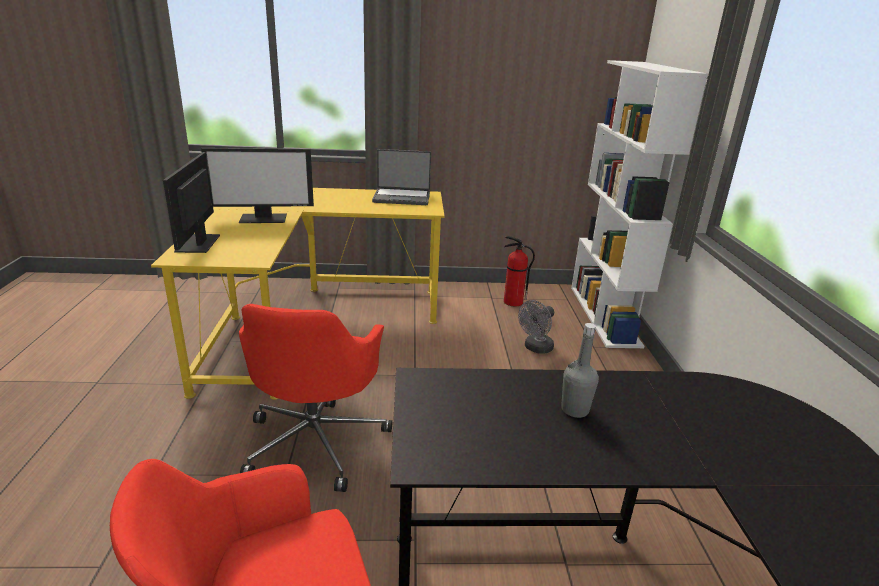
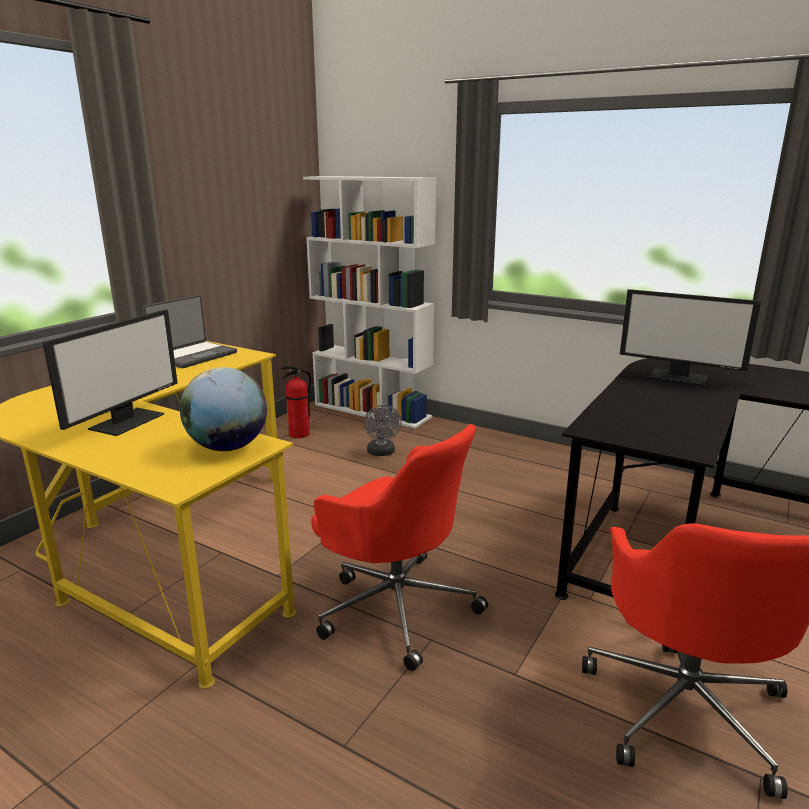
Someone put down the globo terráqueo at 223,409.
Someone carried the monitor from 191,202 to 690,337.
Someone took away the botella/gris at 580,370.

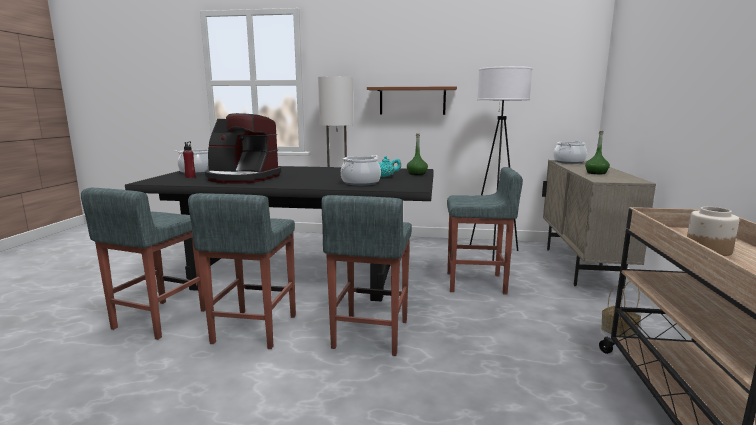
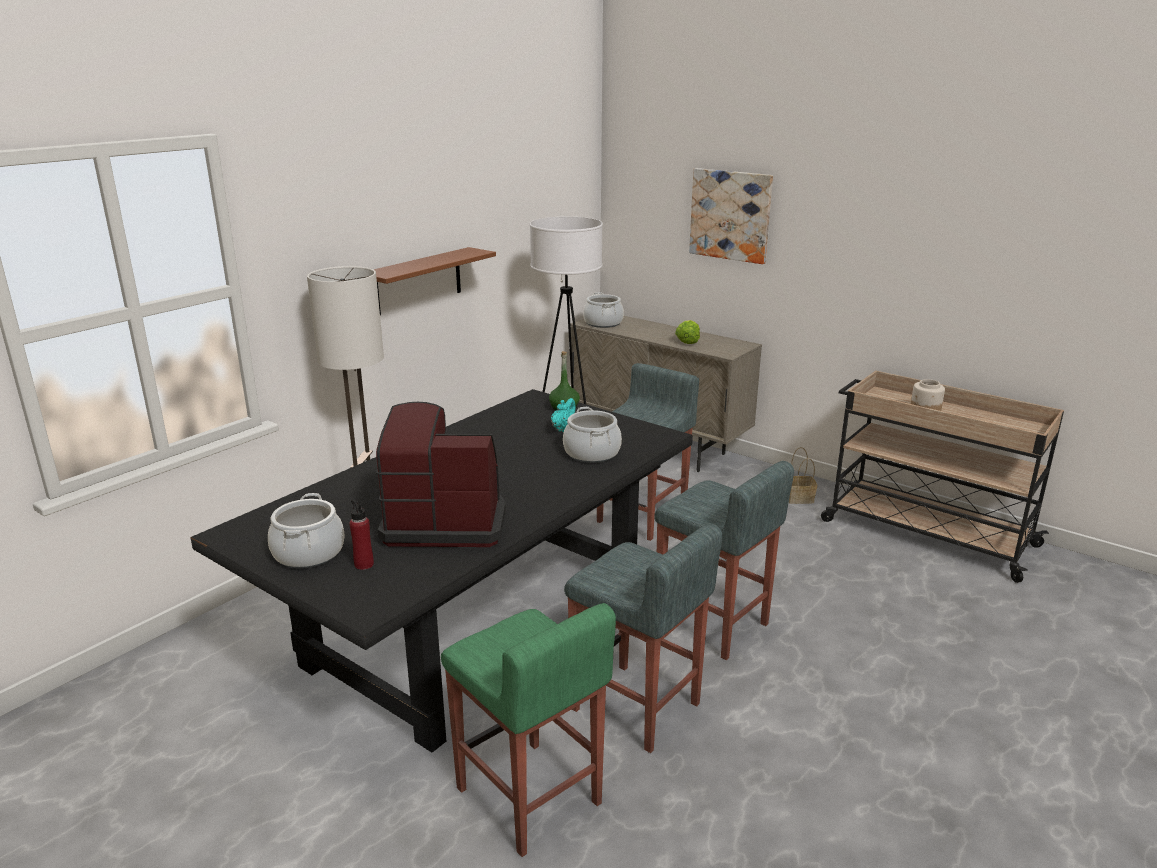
Someone rotated the cafetera at 243,148 by 135 degrees counterclockwise.
Someone repainted the taburete/gris at 143,264, which became the taburete/verde at 528,730.
Someone swapped the botella/verde at 597,152 for the lechuga at 687,332.
Someone put up the cuadro at 731,216.

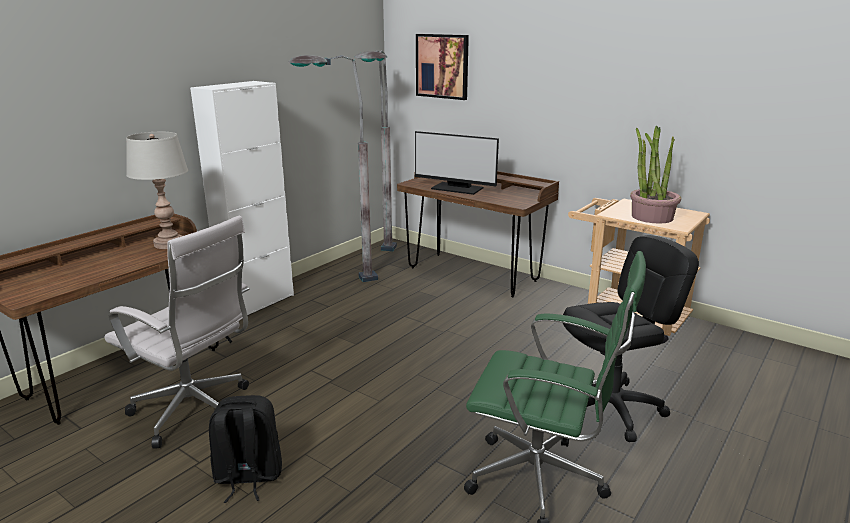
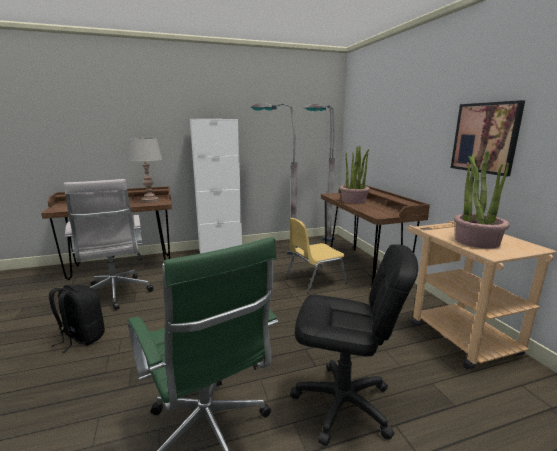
Someone put down the silla/amarillo at 316,256.
Someone swapped the monitor at 457,163 for the planta en maceta at 355,175.
Someone carried the cuadro from 442,67 to 488,138.

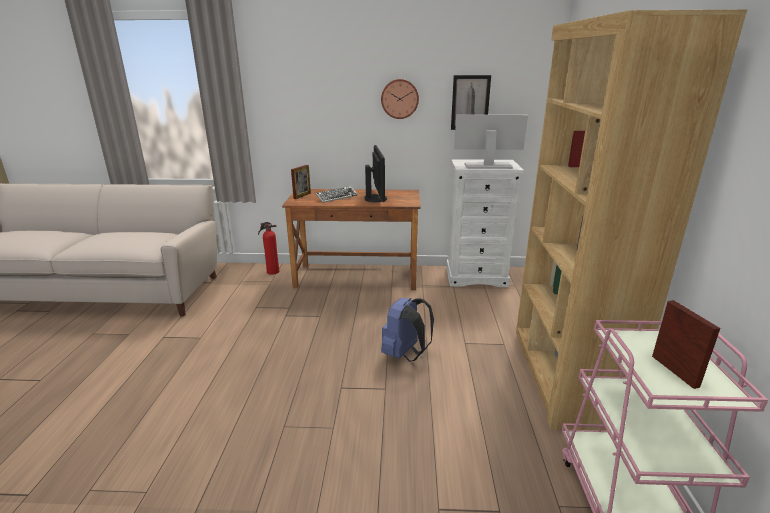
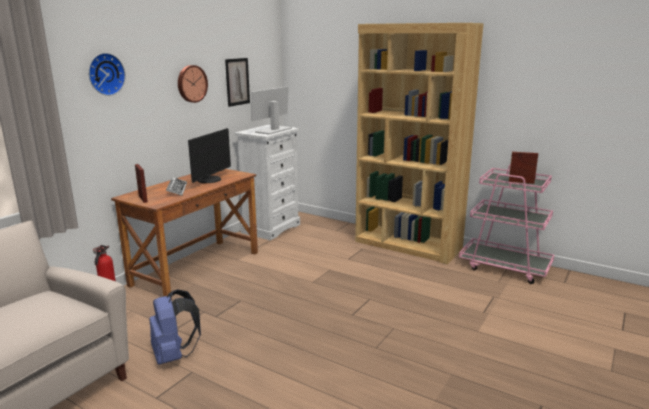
Someone put up the reloj de pared at 106,74.
Someone carried the mochila/azul from 407,330 to 175,327.
Someone rotated the monitor at 375,173 by 90 degrees clockwise.

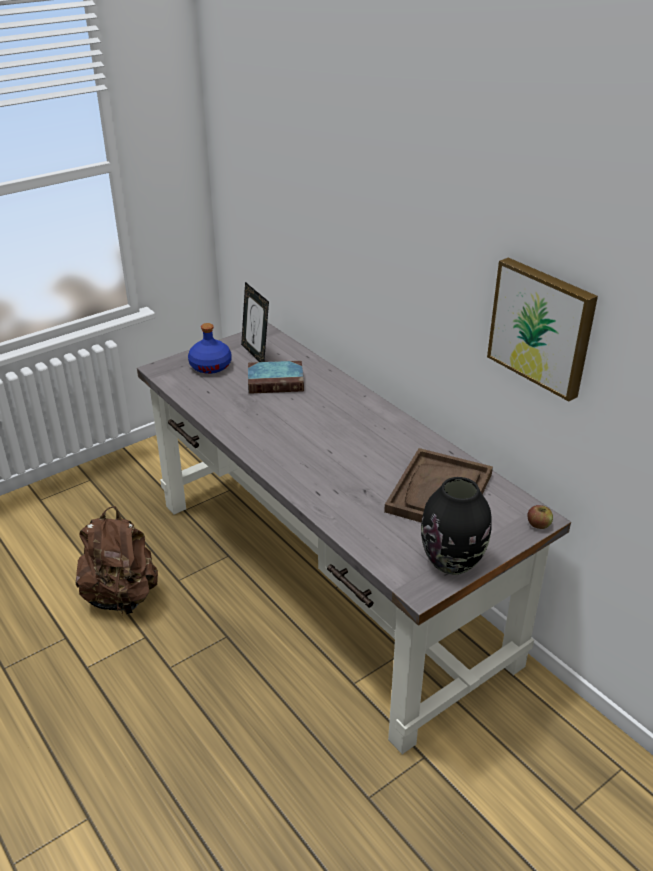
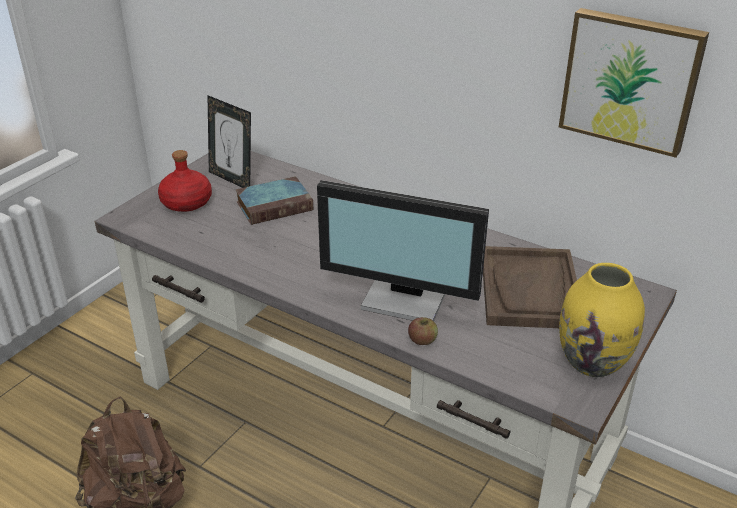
Someone repainted the botella/azul at 209,348, which became the botella/rojo at 185,181.
Someone put down the monitor at 403,250.
Someone carried the manzana from 540,517 to 423,331.
Someone repainted the florero/negro at 456,526, which became the florero/amarillo at 602,320.

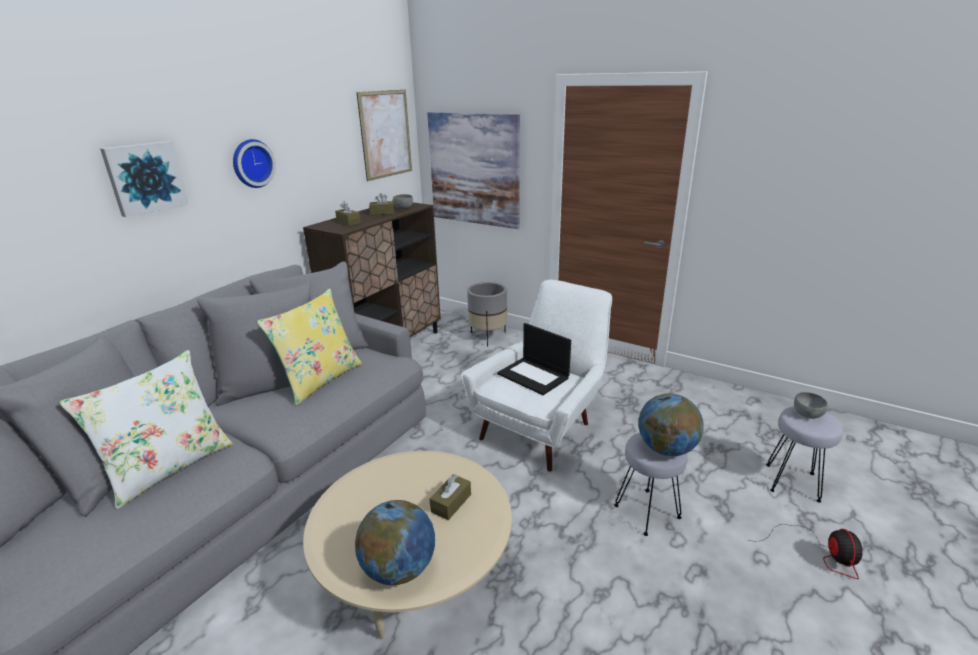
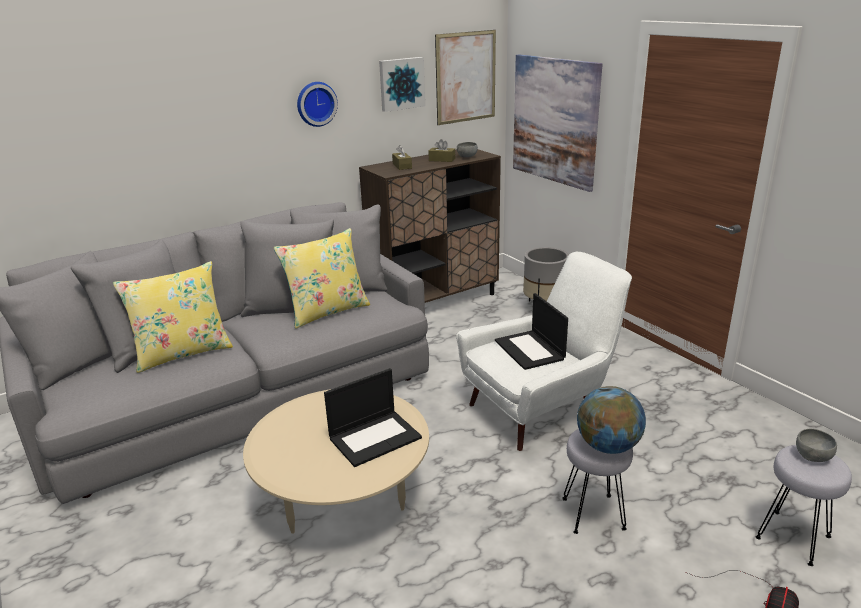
Someone repainted the cojín/blanco at 146,429, which became the cojín/amarillo at 173,317.
Someone swapped the caja de pañuelos/marrón at 450,497 for the portátil at 373,417.
Someone carried the cuadro from 144,179 to 402,84.
Someone took away the globo terráqueo at 395,542.

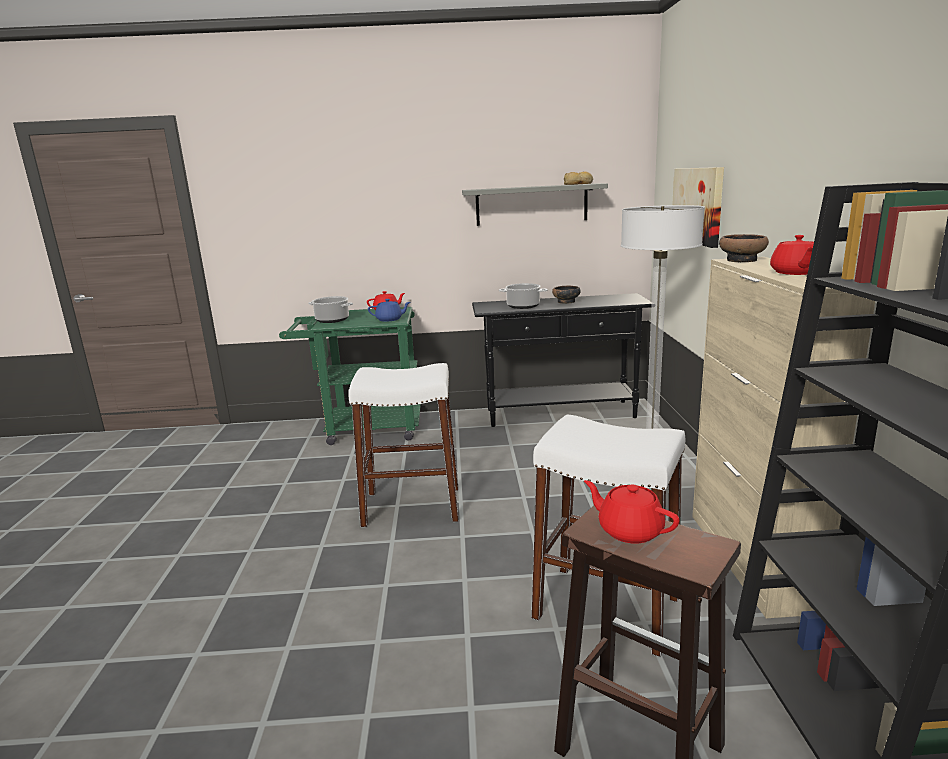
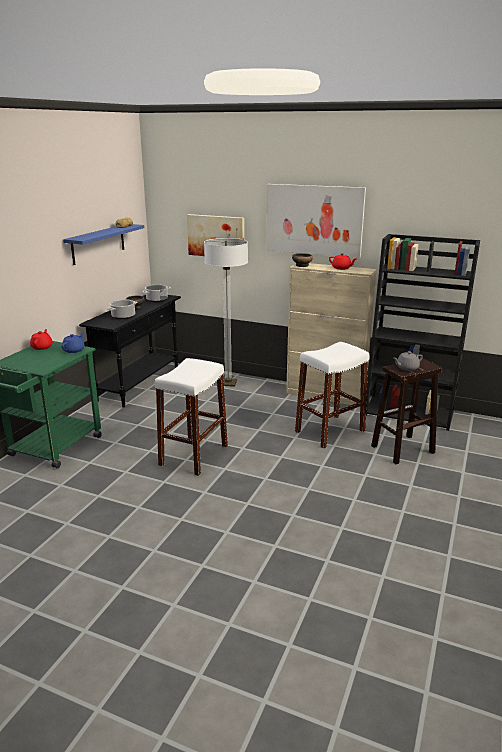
Someone repainted the estante/gris at 535,204, which became the estante/azul at 103,244.
Someone carried the olla from 330,309 to 156,293.
Someone put up the cuadro at 316,221.
Someone repainted the tetera/rojo at 632,511, which became the tetera/gris at 408,361.

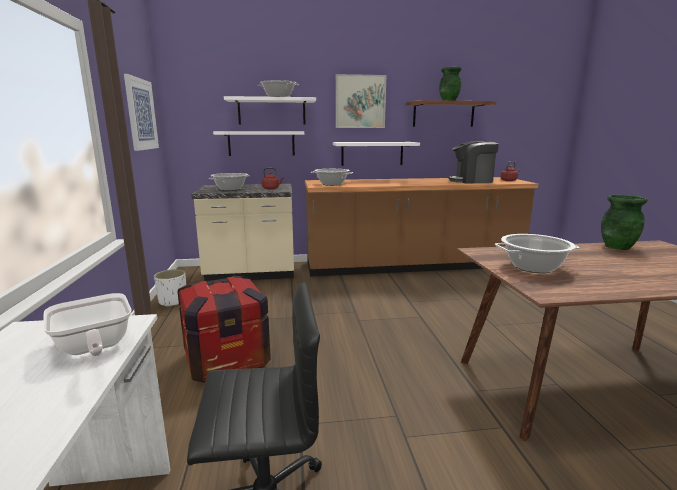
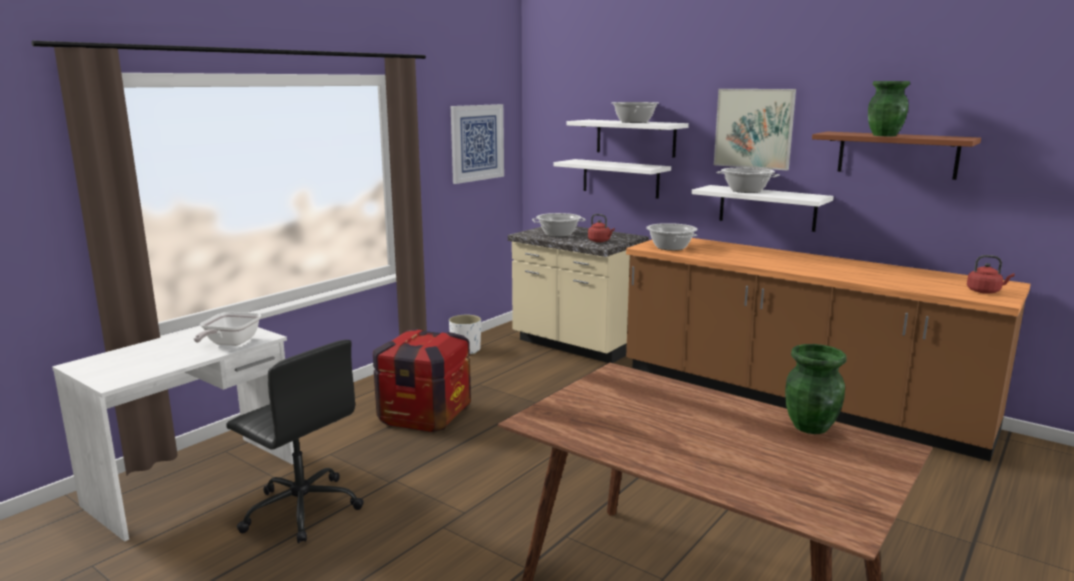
Someone carried the olla from 537,253 to 748,180.
Someone took away the cafetera at 473,162.

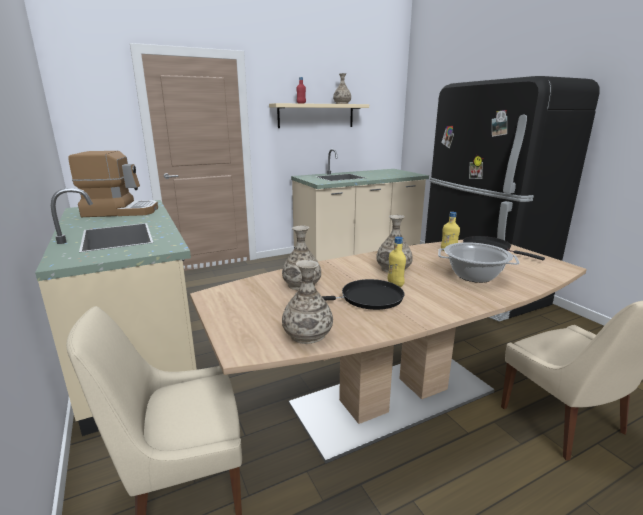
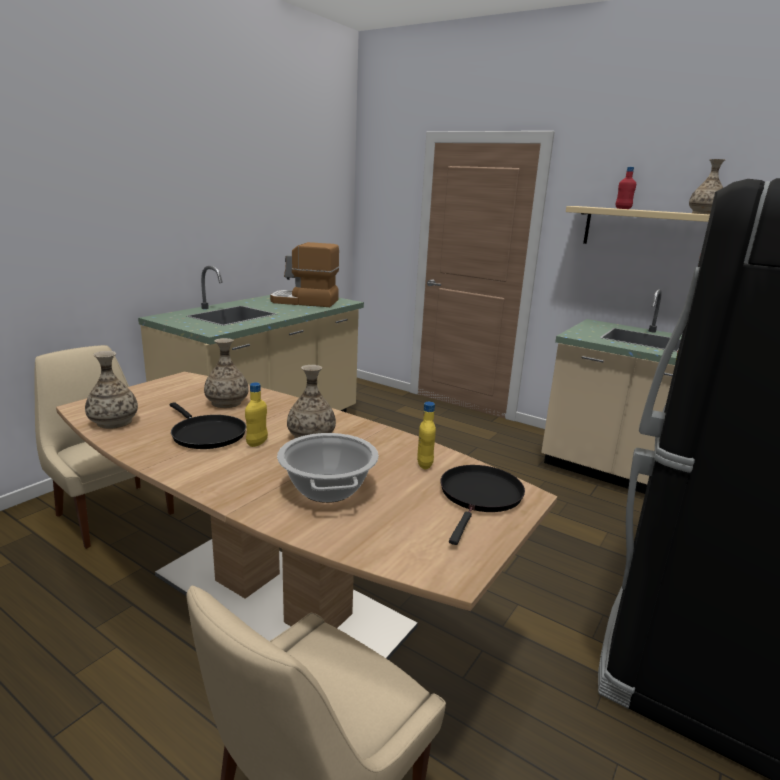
Someone rotated the cafetera at 113,184 by 135 degrees clockwise.

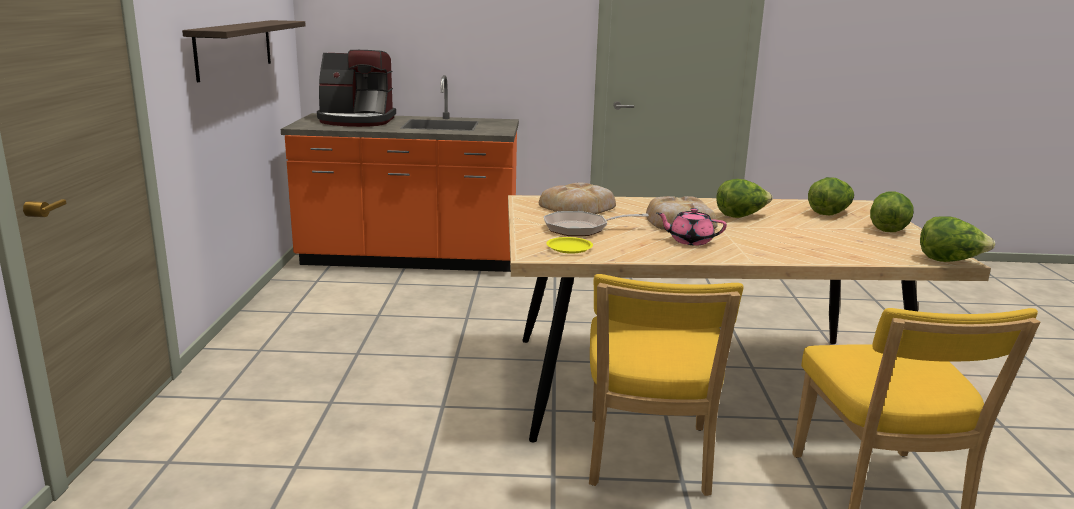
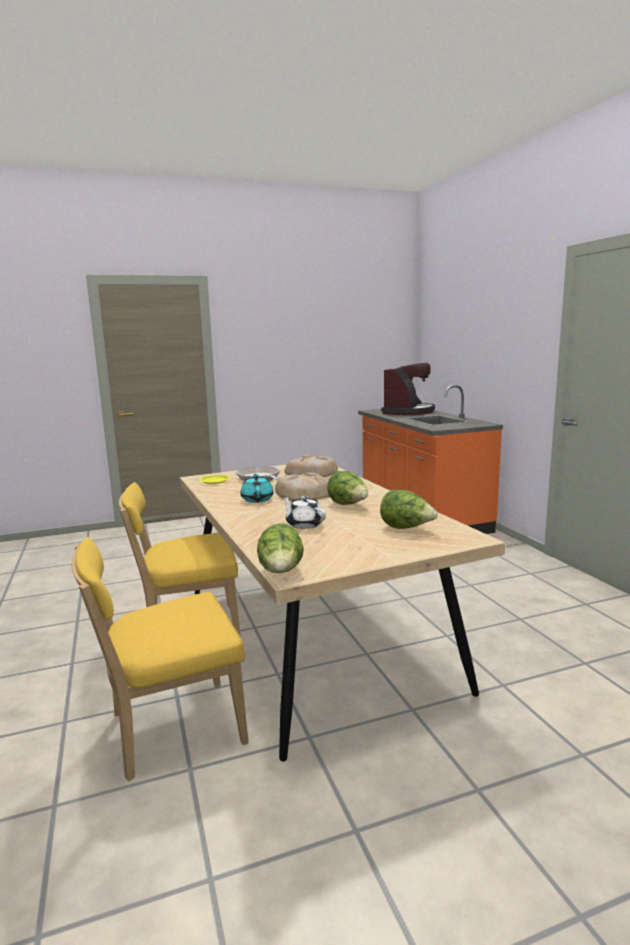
Someone repainted the tetera/rosa at 692,227, which became the tetera/turquesa at 257,488.
Someone put down the tetera/blanco at 304,512.
Someone rotated the cafetera at 356,88 by 135 degrees counterclockwise.
Someone took away the estante at 244,51.
Someone took away the lechuga at 892,211.

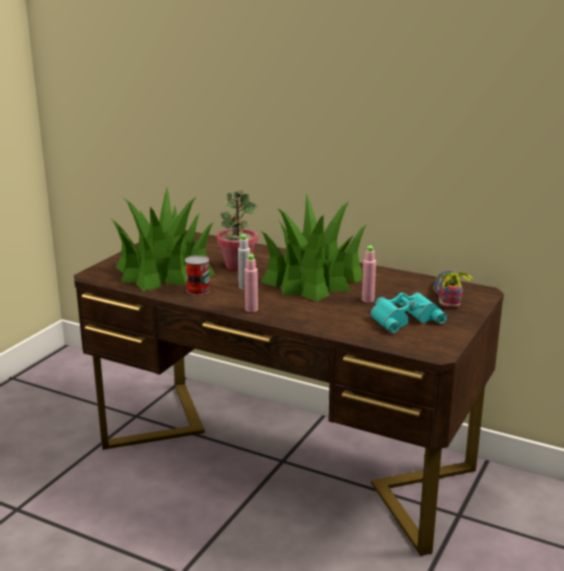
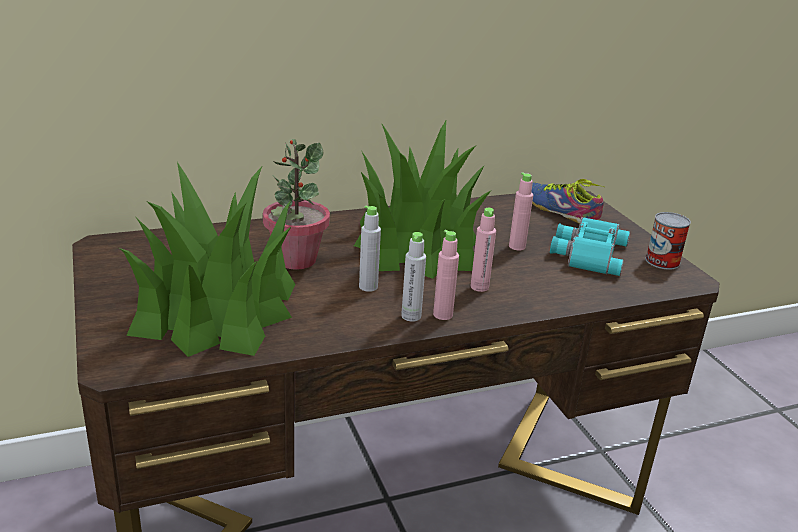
Someone put down the botella/gris at 413,277.
Someone put down the botella/rosa at 483,250.
Someone carried the lata from 197,275 to 668,241.

